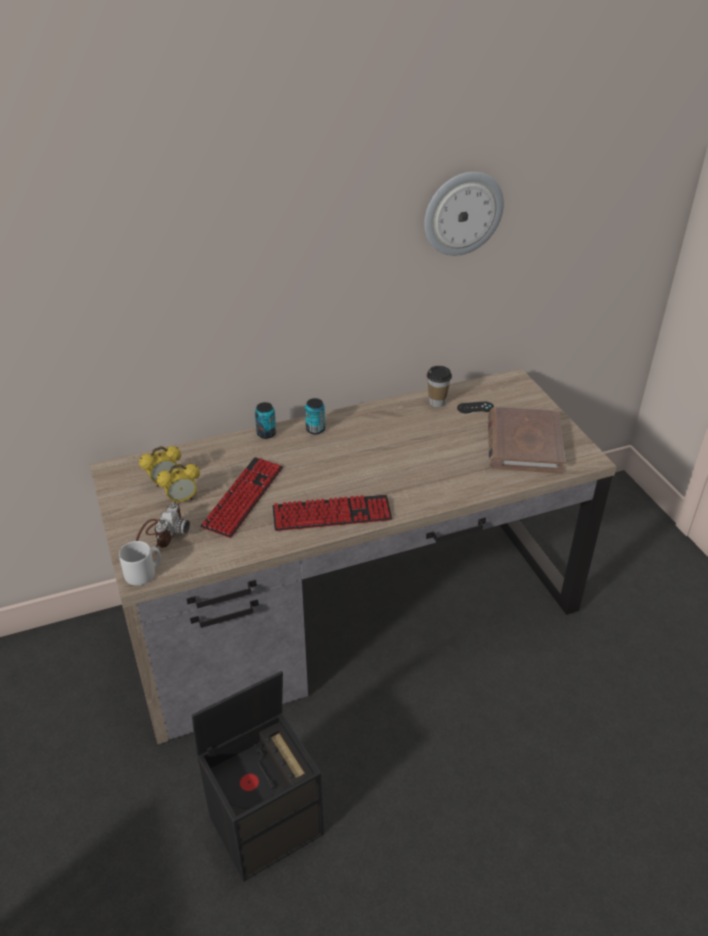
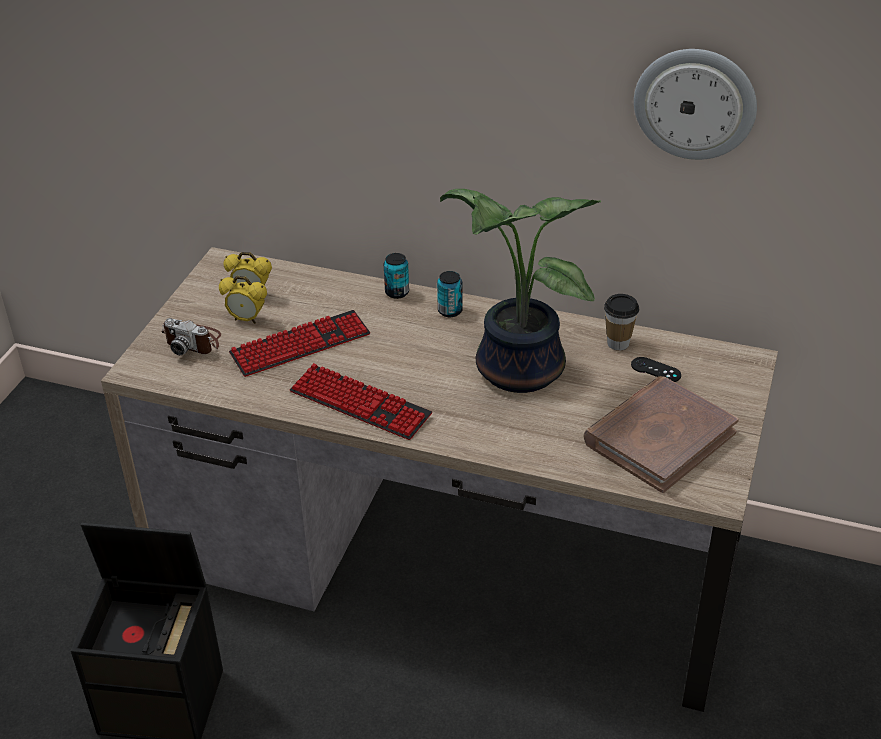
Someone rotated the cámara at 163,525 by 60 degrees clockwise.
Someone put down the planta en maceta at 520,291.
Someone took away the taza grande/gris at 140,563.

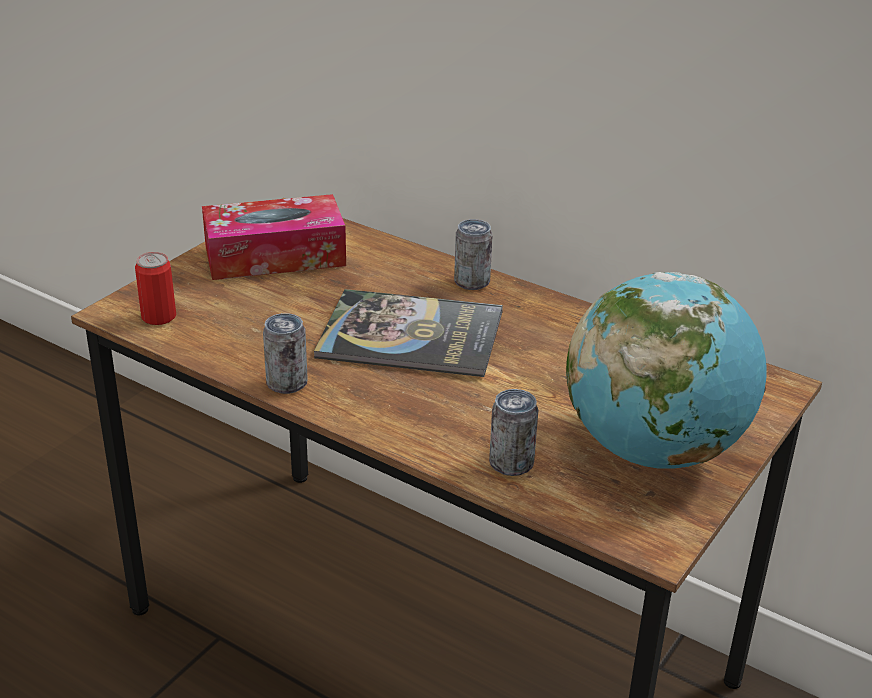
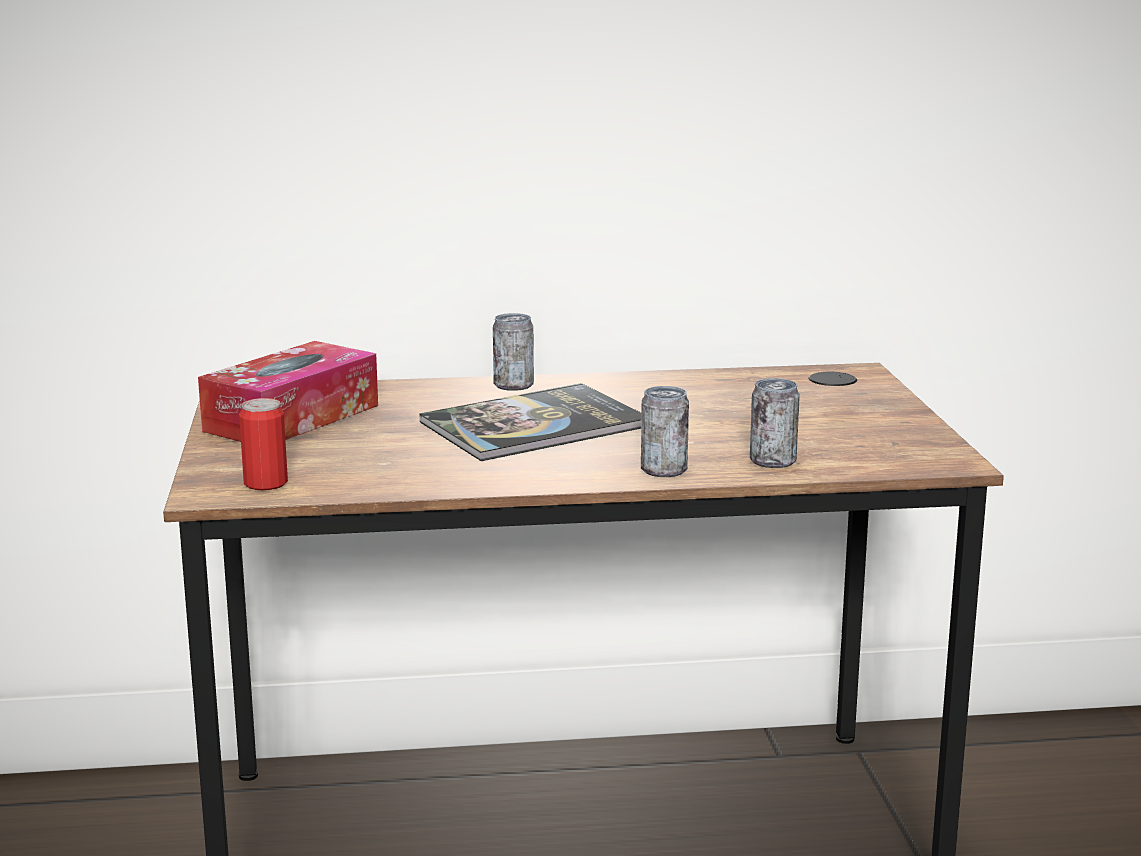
Someone carried the lata from 285,353 to 665,431.
Someone took away the globo terráqueo at 666,370.

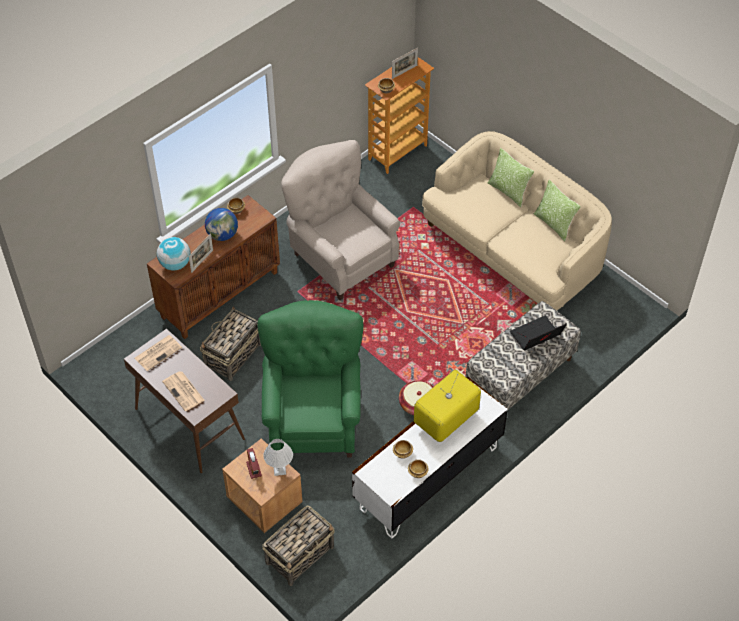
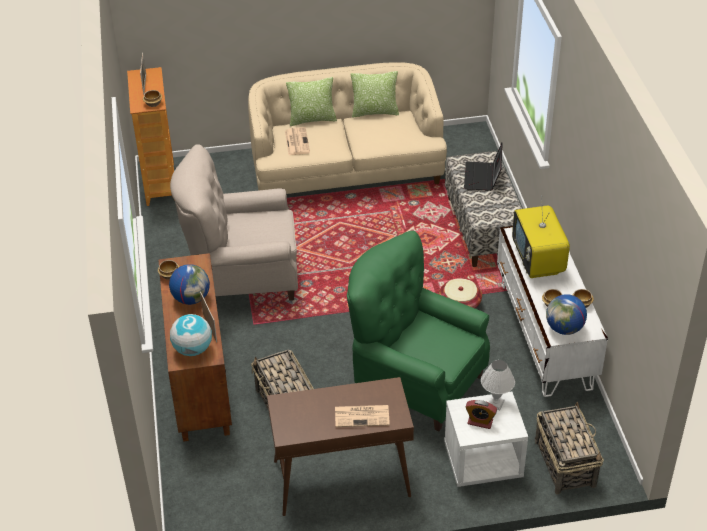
Someone carried the periódico from 158,353 to 297,141.
Someone repainted the mesita de noche/marrón at 262,485, which became the mesita de noche/blanco at 486,439.
Someone put down the globo terráqueo at 566,314.

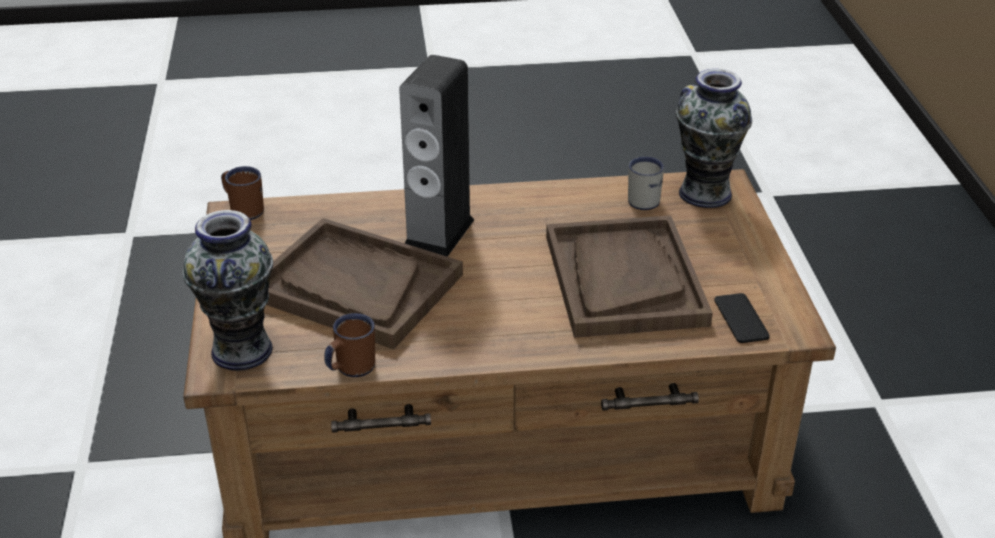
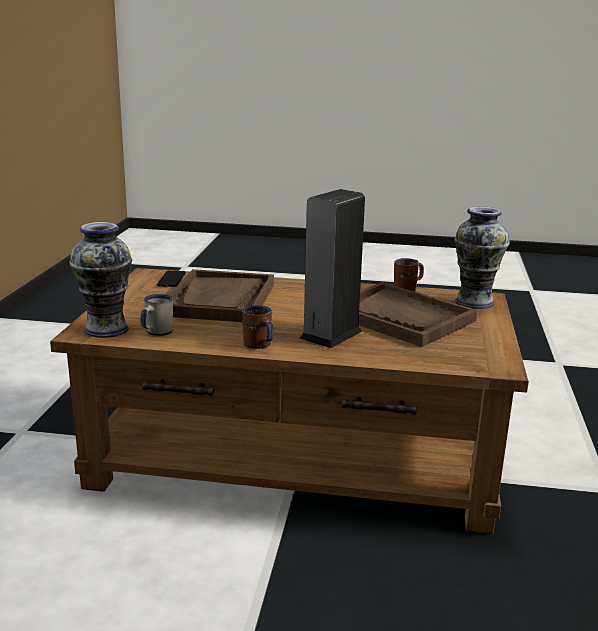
Someone carried the taza grande/marrón from 242,193 to 258,327.

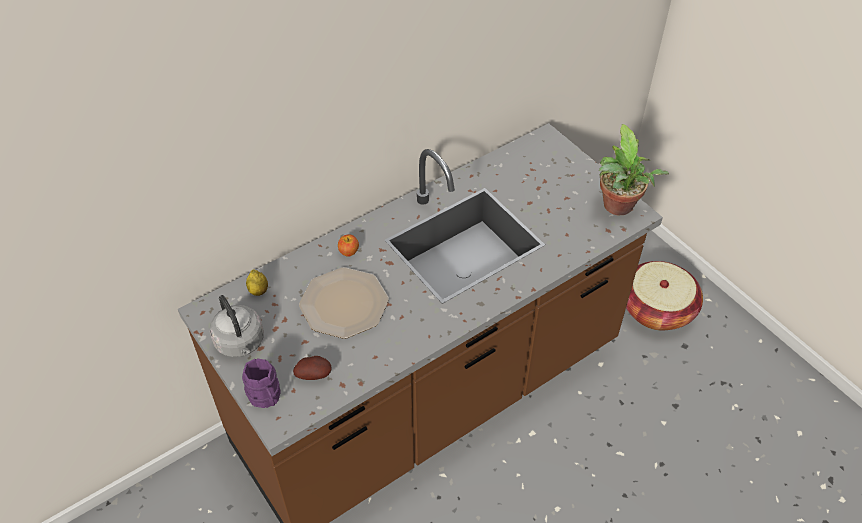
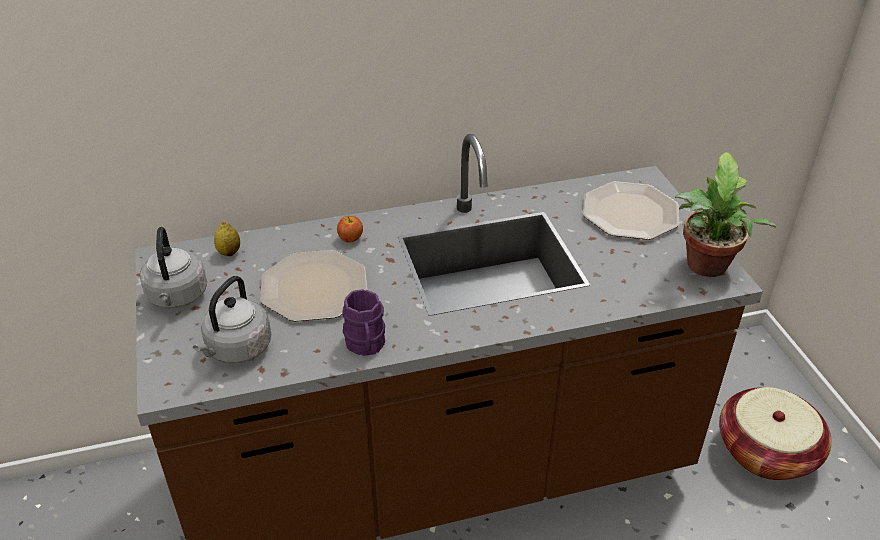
Someone swapped the patata at 312,368 for the hervidor/gris at 232,319.
Someone carried the taza grande/morado from 261,383 to 363,322.
Someone put down the plato at 631,210.

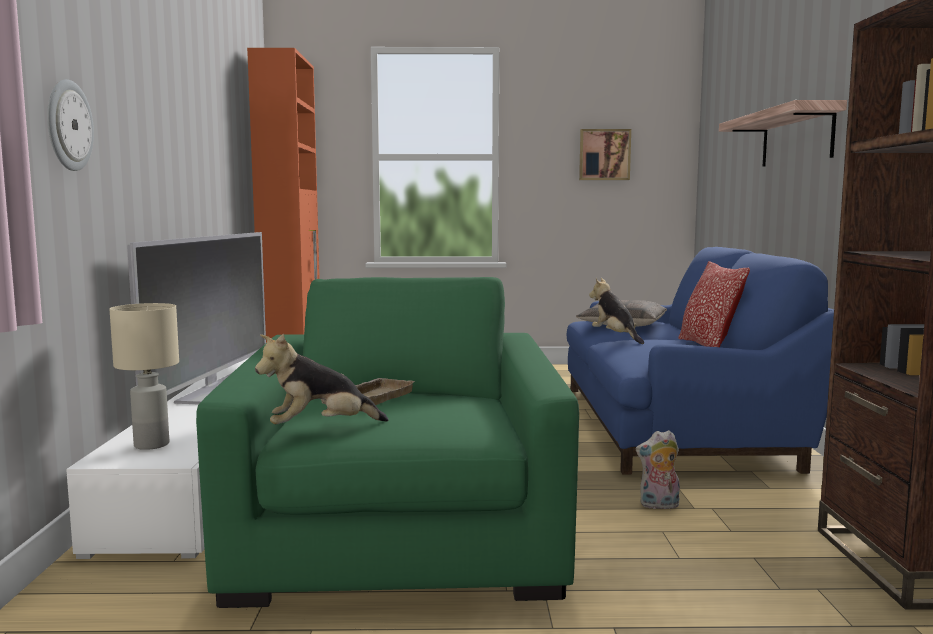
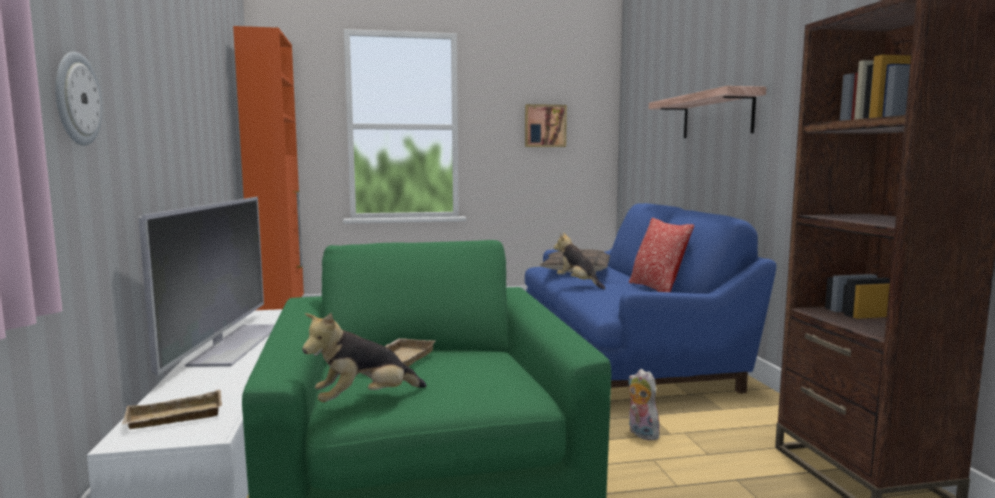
Someone swapped the lámpara de mesa/beis at 144,376 for the bandeja/beis at 172,409.
Someone rotated the peluche at 658,469 by 75 degrees clockwise.

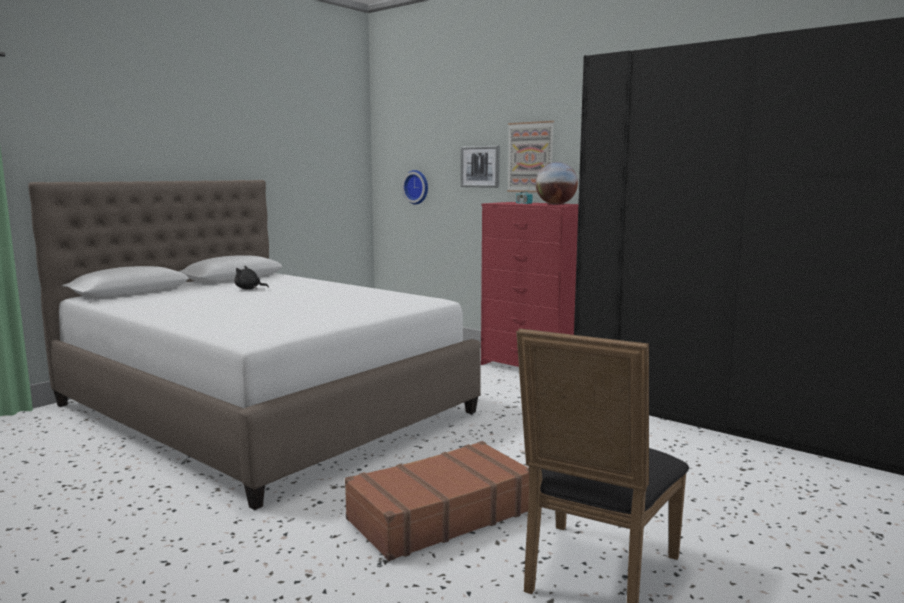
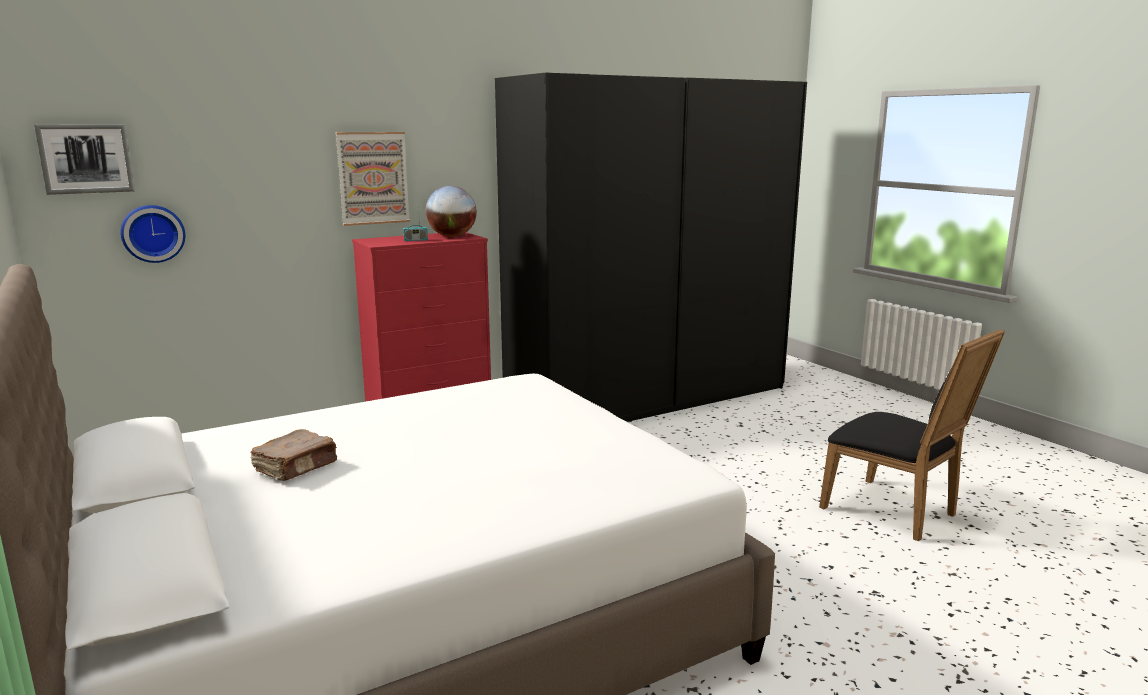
Someone carried the cuadro from 480,167 to 84,159.
Someone swapped the peluche/negro at 251,278 for the libro/marrón at 293,455.
Someone took away the maleta/marrón at 437,501.

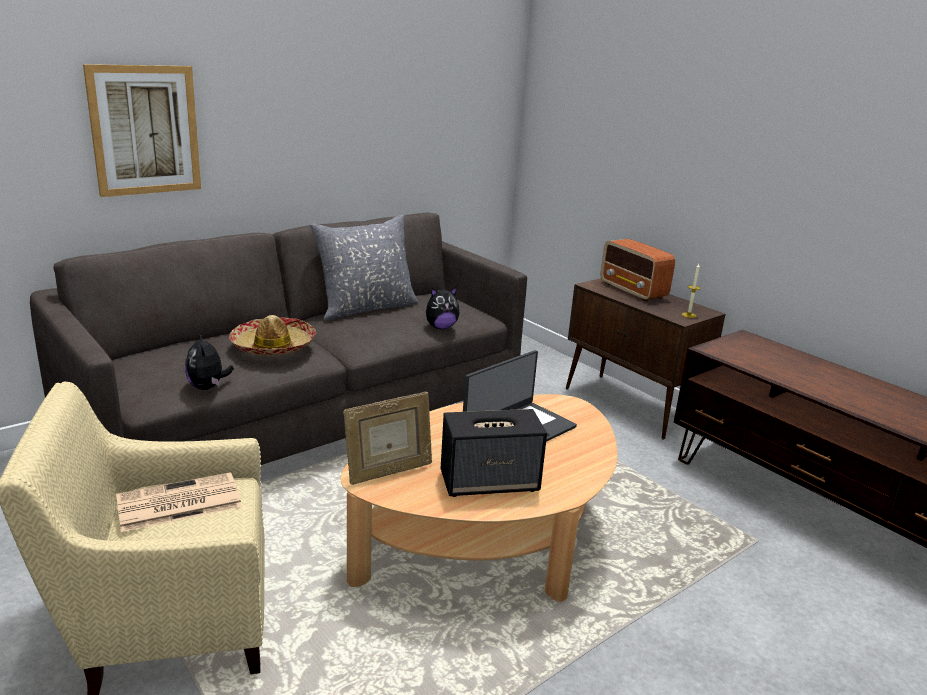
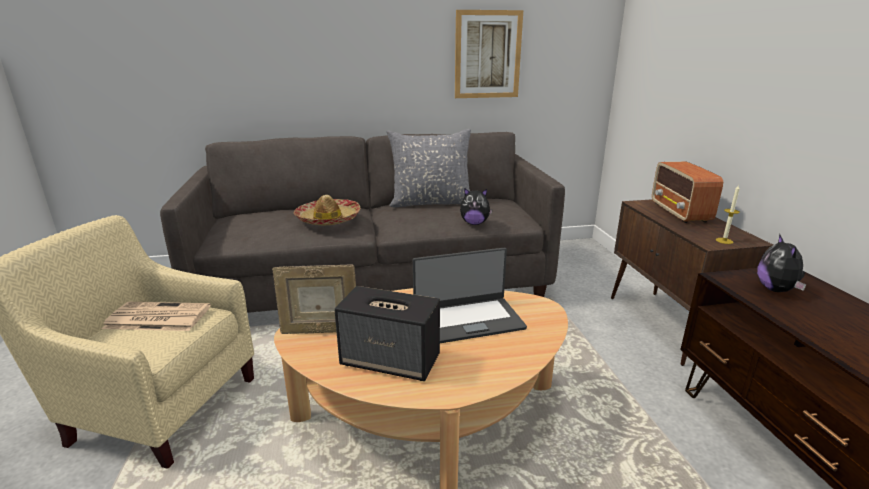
Someone carried the cuadro from 142,130 to 489,54.
Someone carried the peluche from 209,361 to 781,263.

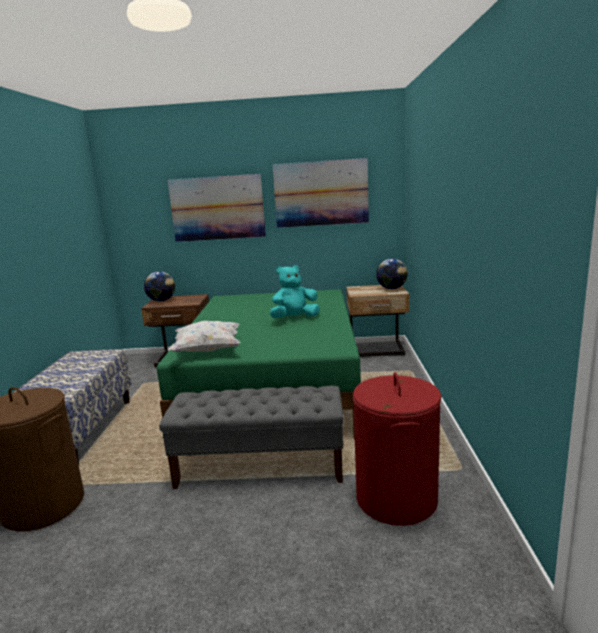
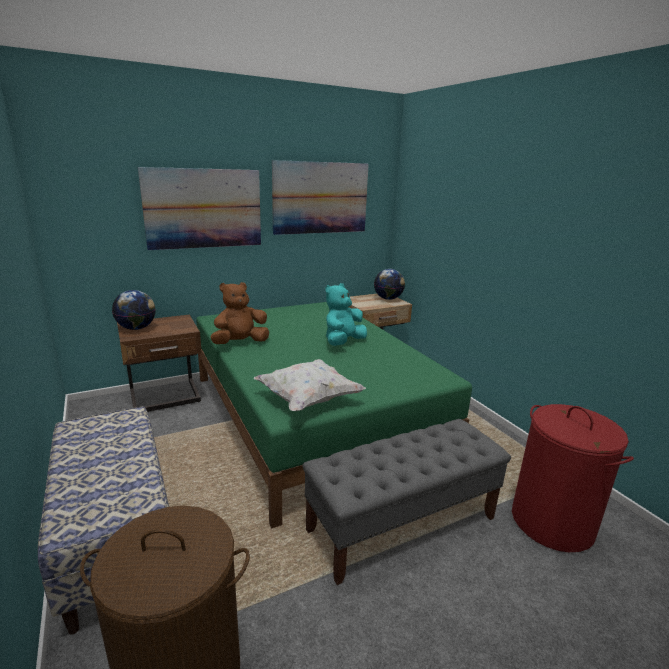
Someone put down the peluche/marrón at 239,313.

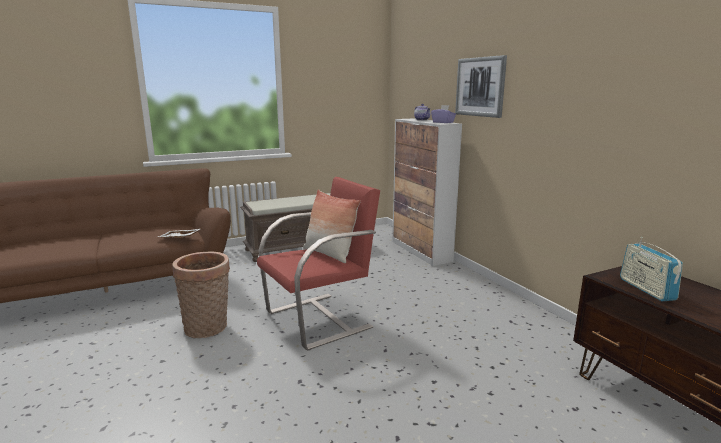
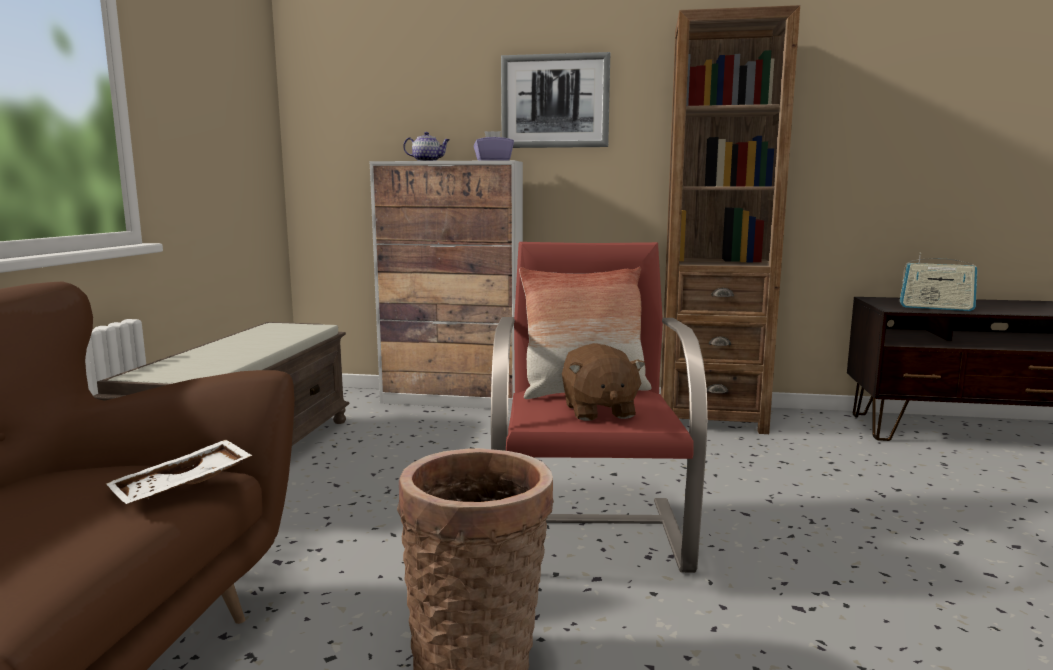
Someone put down the peluche/marrón at 603,382.
Someone put down the estantería/marrón at 730,219.

